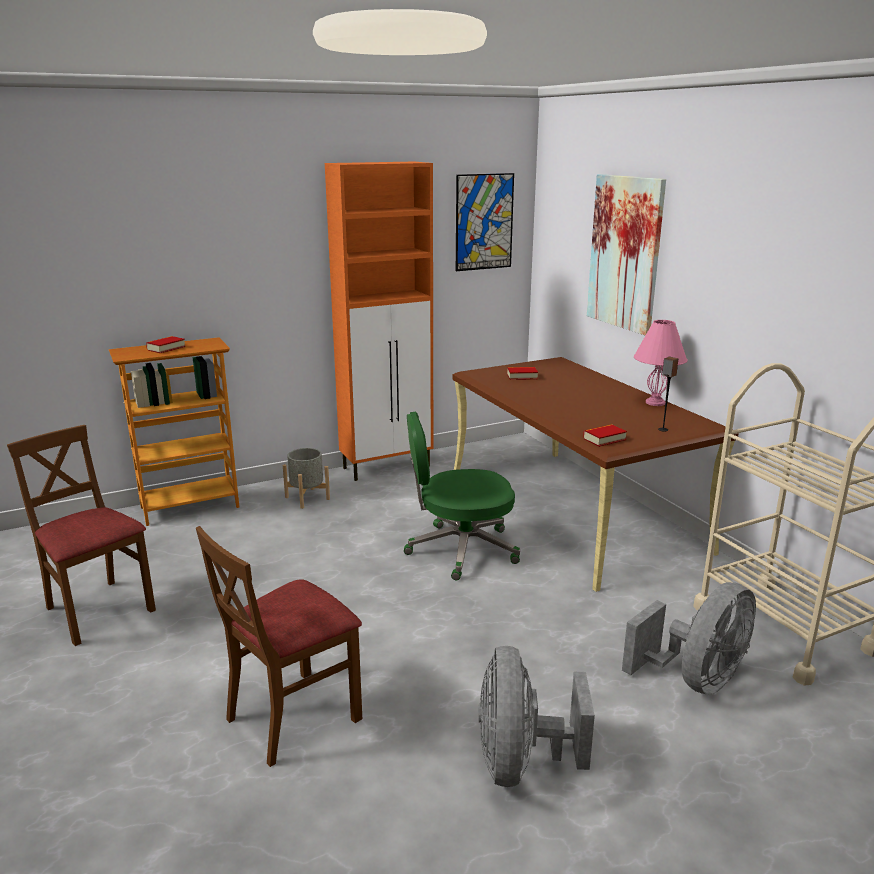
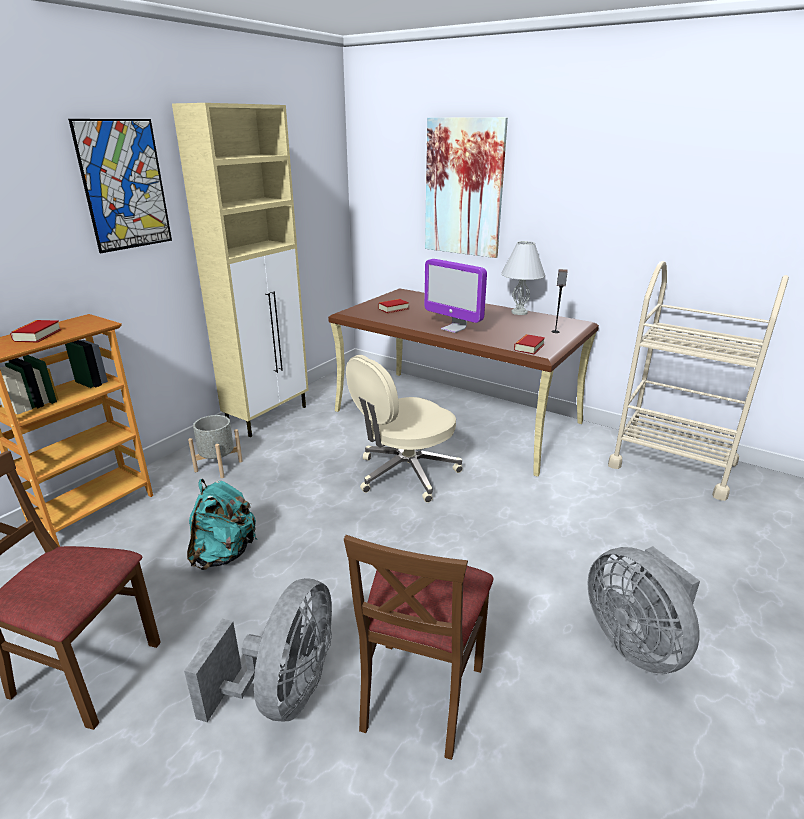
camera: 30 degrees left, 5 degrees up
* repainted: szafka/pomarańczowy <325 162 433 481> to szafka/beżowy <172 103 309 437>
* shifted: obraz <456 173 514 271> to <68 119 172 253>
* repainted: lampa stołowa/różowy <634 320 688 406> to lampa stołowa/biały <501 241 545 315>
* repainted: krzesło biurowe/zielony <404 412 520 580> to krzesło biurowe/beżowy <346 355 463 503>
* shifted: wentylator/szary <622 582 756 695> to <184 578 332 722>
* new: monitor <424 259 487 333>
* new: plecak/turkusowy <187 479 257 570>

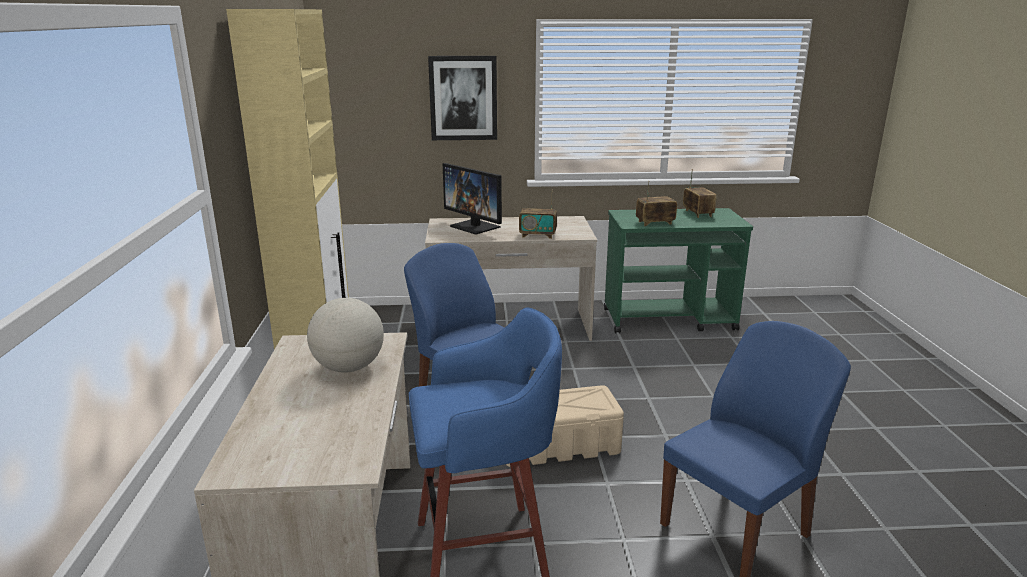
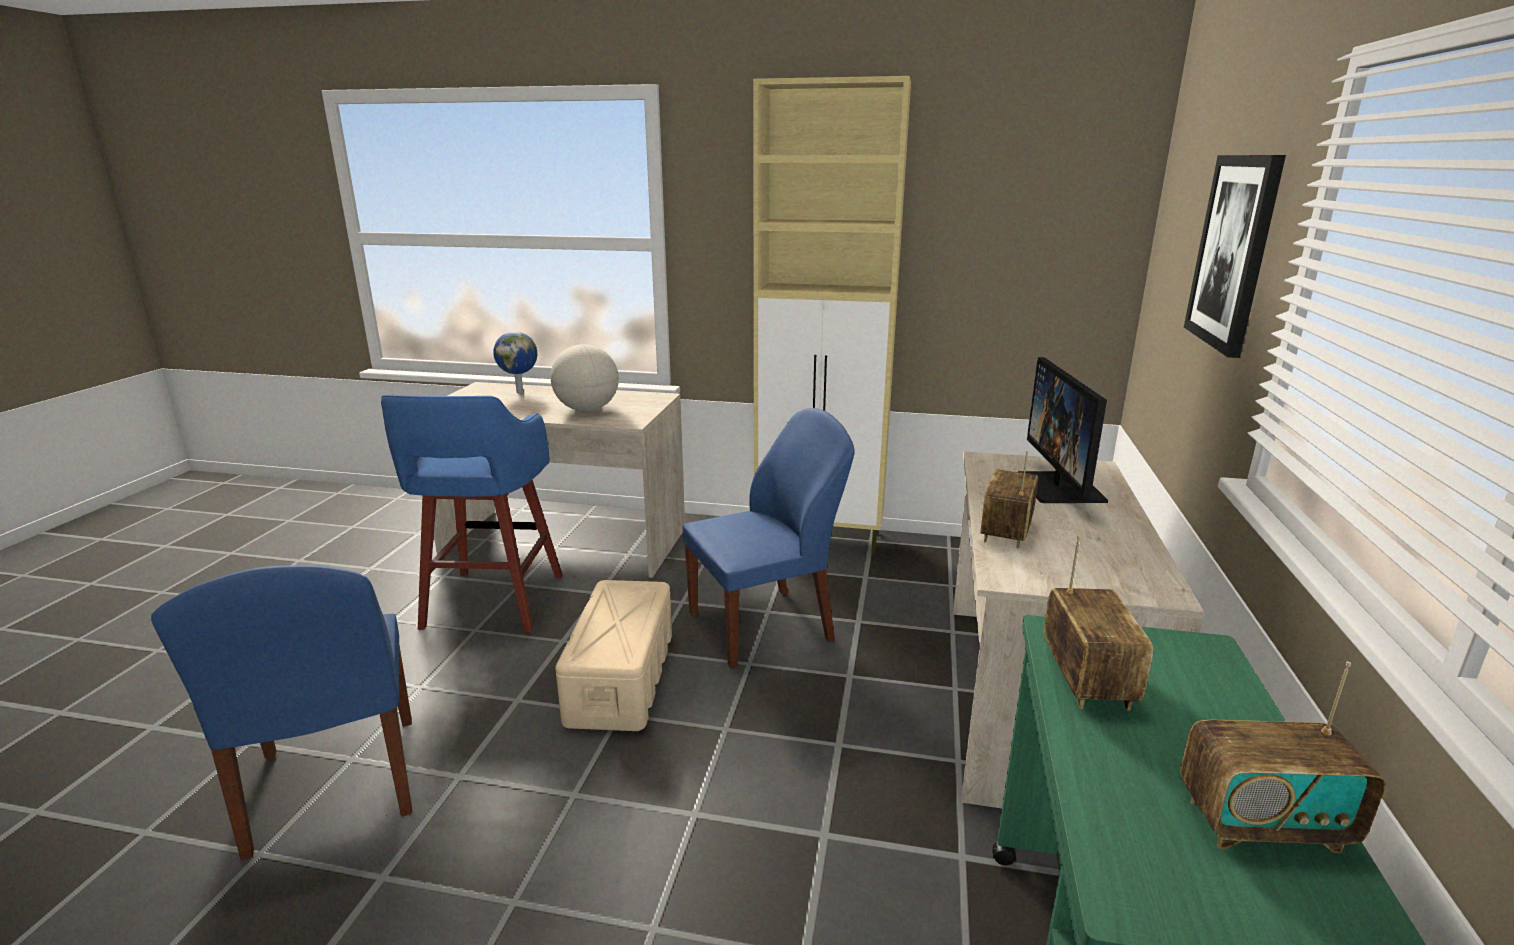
camera: 105 degrees right, 0 degrees up
* rotated: monitor <443 163 502 234> = <1018 357 1108 503> 60 degrees counterclockwise
* new: globus <493 331 537 394>

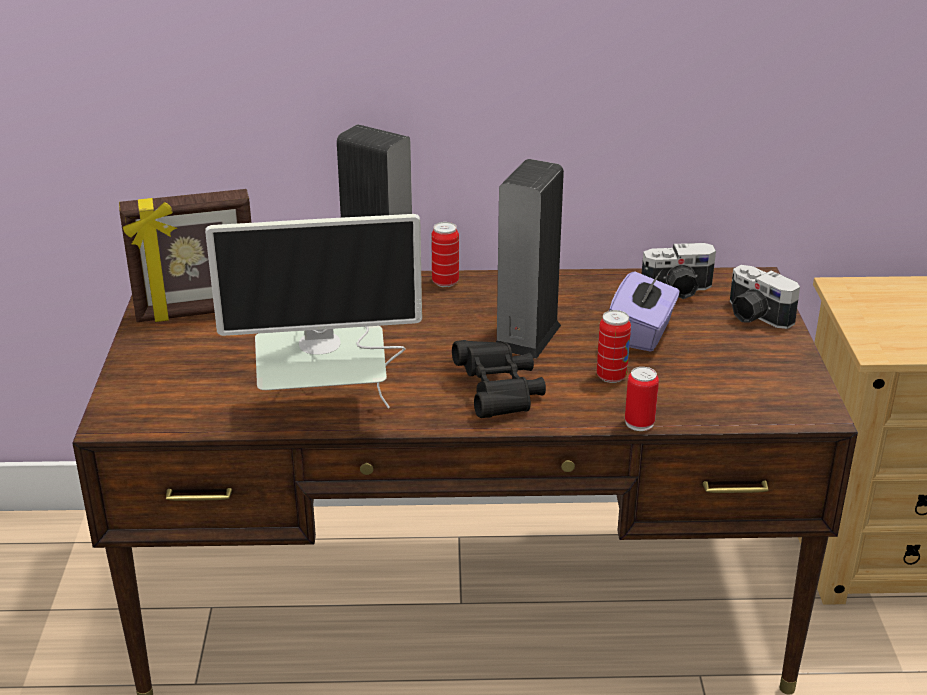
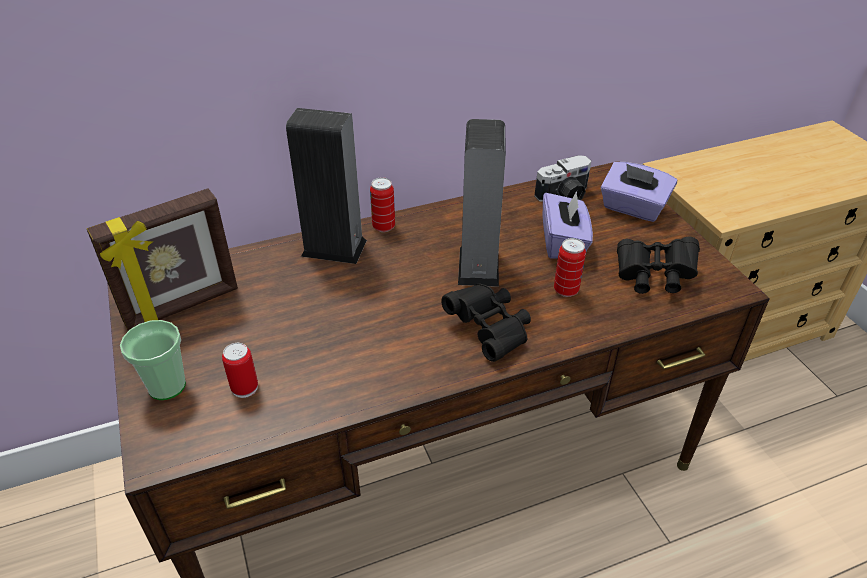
camera: 20 degrees left, 10 degrees up
* gone: monitor <205 214 422 409>
* swapped: aparat fotograficzny <730 265 800 329> to pudełko chusteczek/fioletowy <600 162 677 222>
* shifted: puszka <625 367 659 431> to <222 343 258 398>
* new: lornetka/czarny <617 236 700 294>
* new: filiżanka <120 320 186 400>

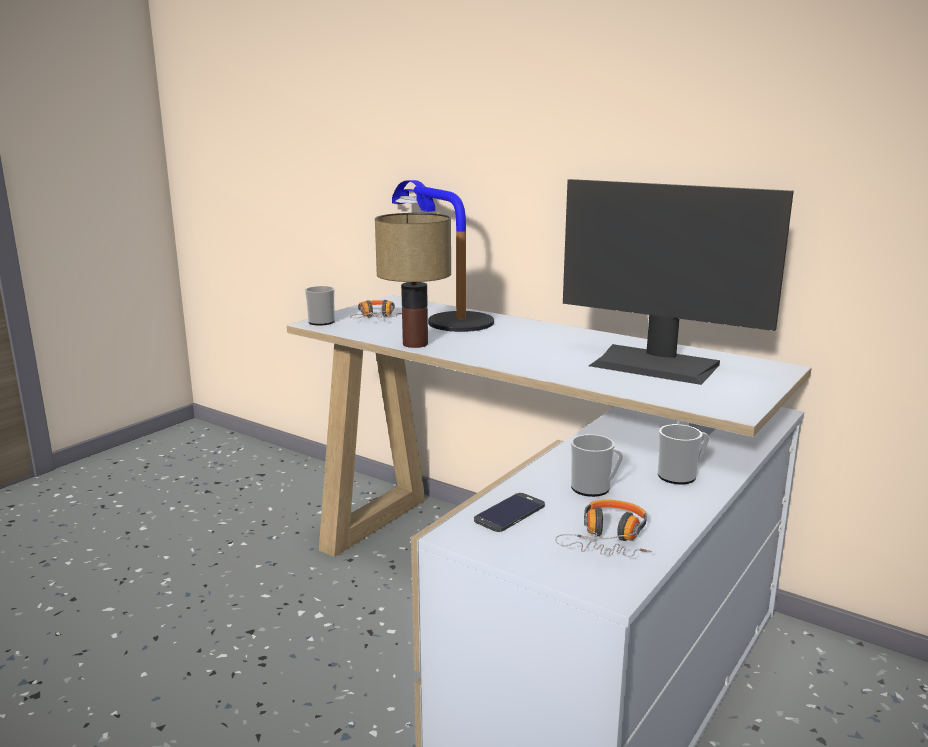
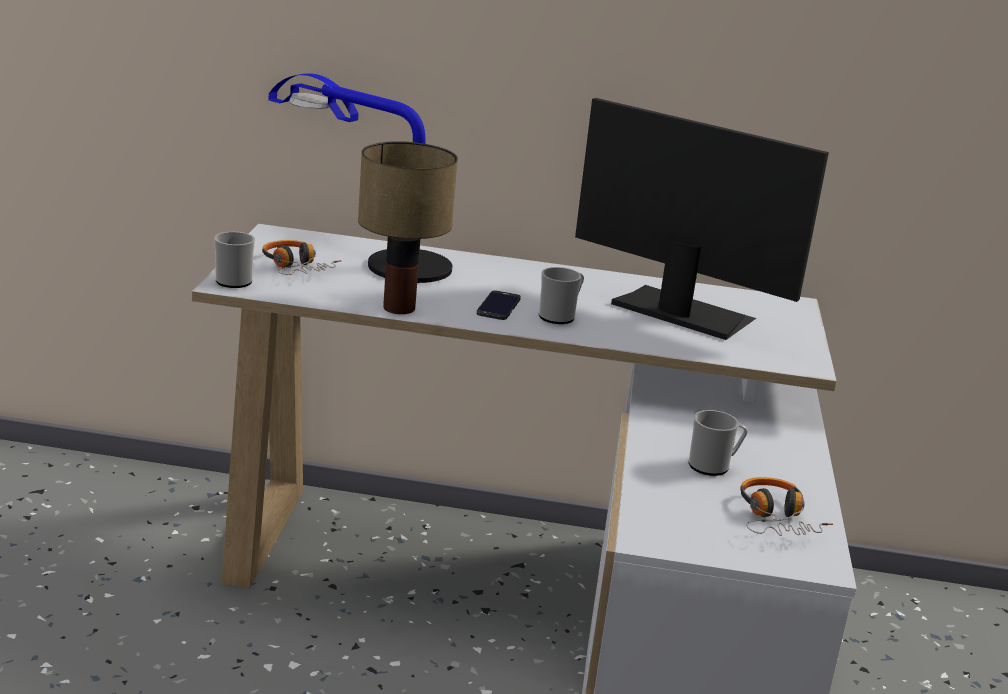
camera: 30 degrees left, 5 degrees up
* rotated: monitor <563 179 794 385> = <575 98 829 340> 150 degrees counterclockwise
* shifted: kubek <658 424 709 484> to <539 267 584 324>
* shifted: telefon <474 493 545 532> to <476 291 521 320>

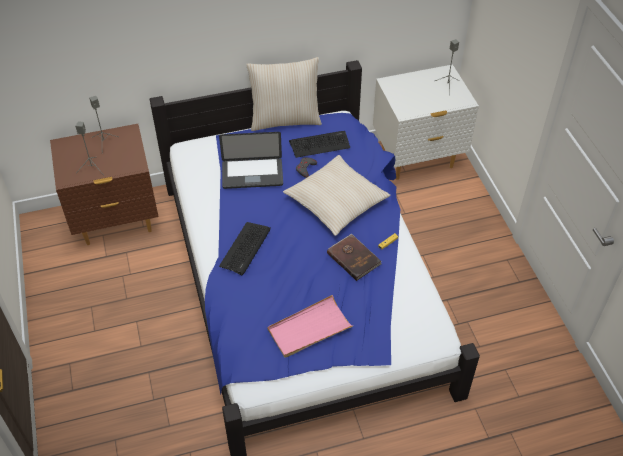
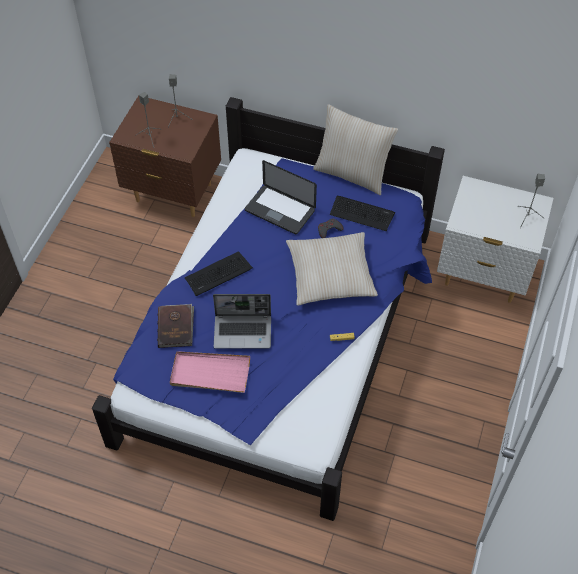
camera: 35 degrees right, 5 degrees up
* shifted: książka/brązowy <327 234 382 281> to <157 304 194 348>
* new: laptop <213 294 271 349>

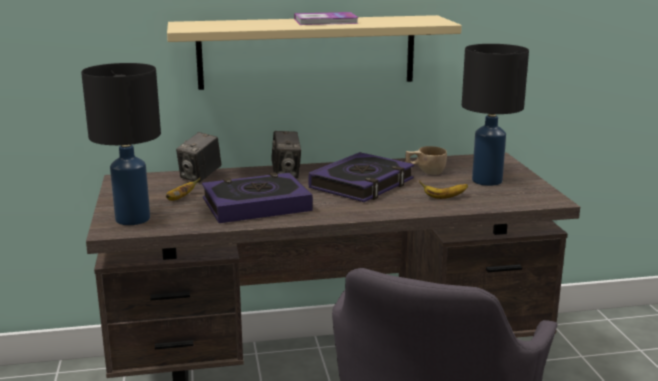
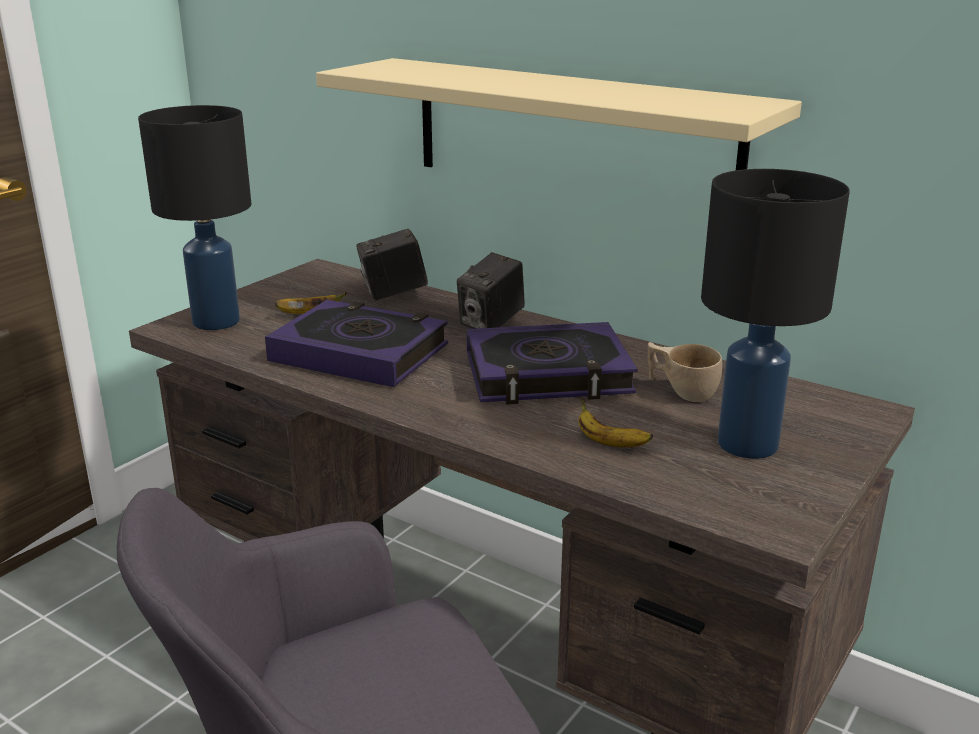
camera: 45 degrees right, 5 degrees up
* gone: książka <294 12 359 25>

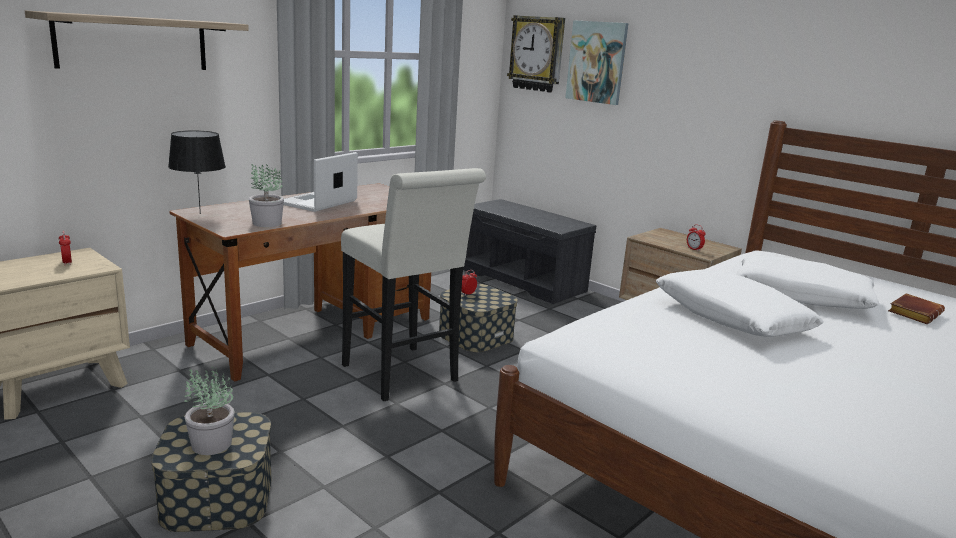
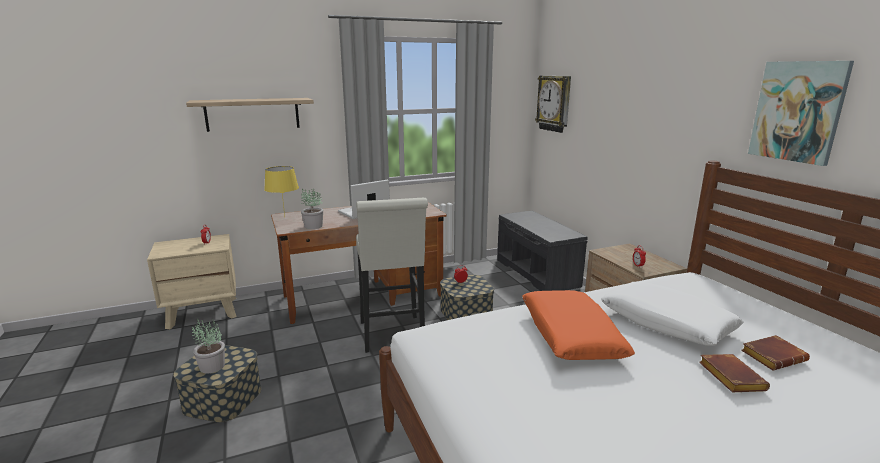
camera: 25 degrees right, 0 degrees up
* shifted: obraz <565 20 629 105> to <748 61 854 166>
* repainted: lampa stołowa/czarny <168 131 226 214> to lampa stołowa/żółty <264 166 299 216>
* repainted: poduszka/biały <656 269 824 337> to poduszka/pomarańczowy <522 290 635 360>
* new: książka/brązowy <699 354 770 392>

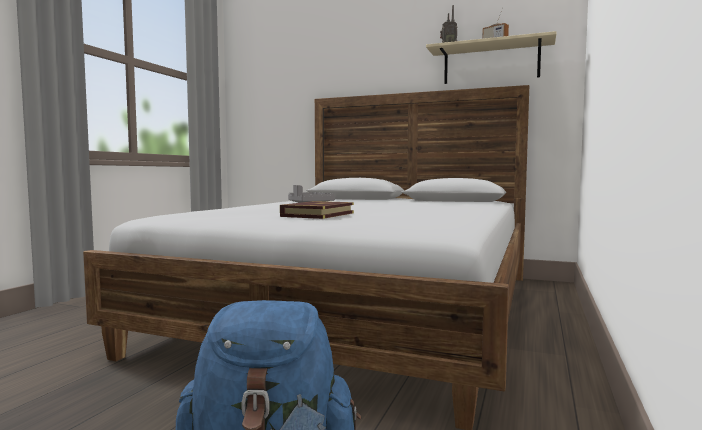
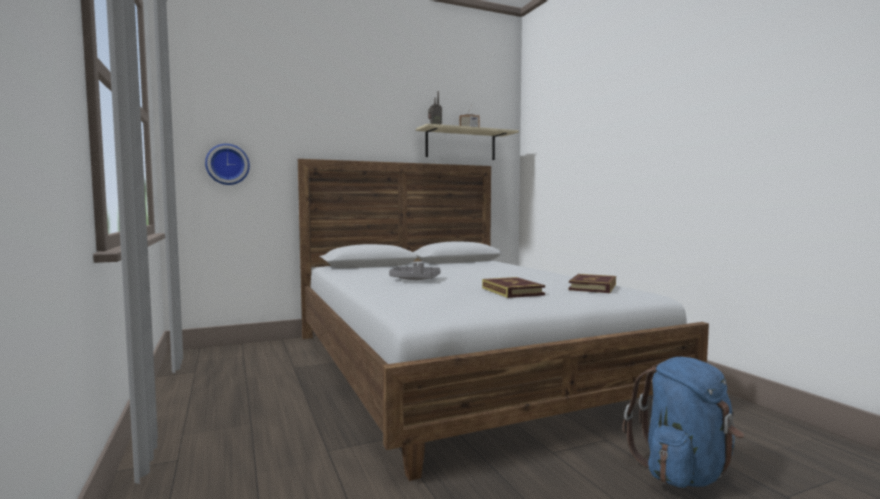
camera: 45 degrees left, 0 degrees up
* new: zegar ścienny <205 144 250 185>
* new: książka <569 274 616 293>

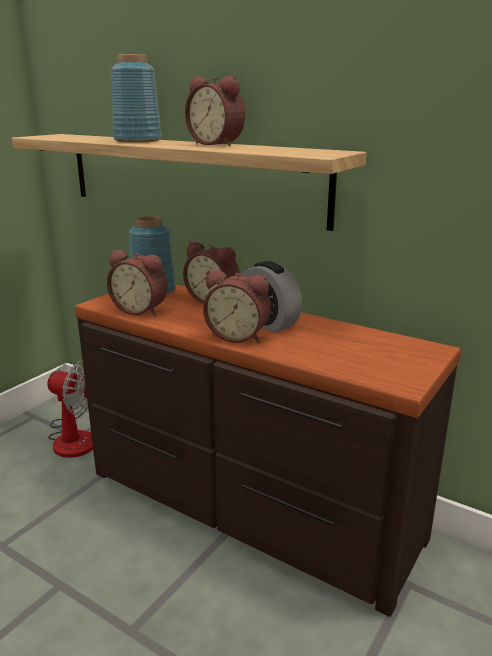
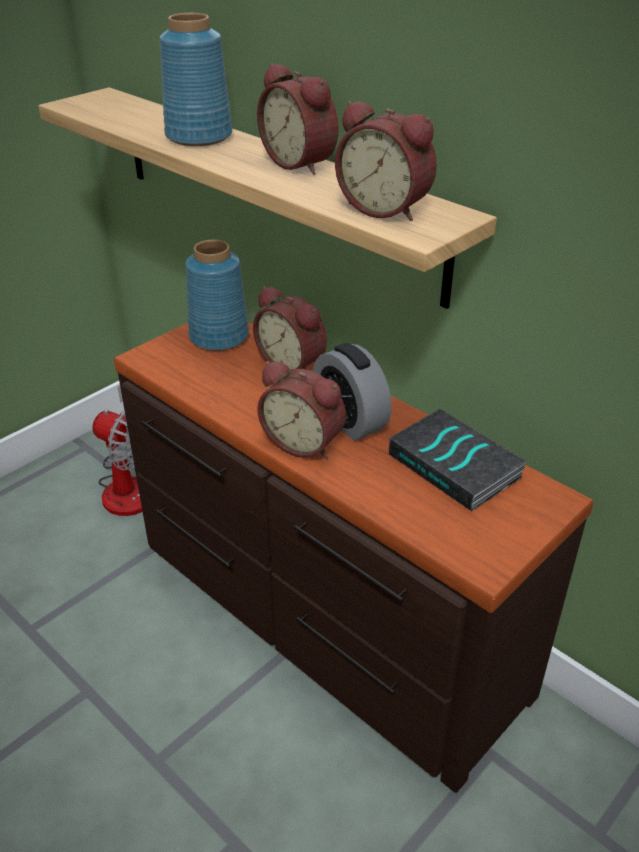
camera: 10 degrees right, 15 degrees up
* shifted: budzik <107 250 168 316> to <335 101 437 221>
* new: książka <389 409 527 511>

